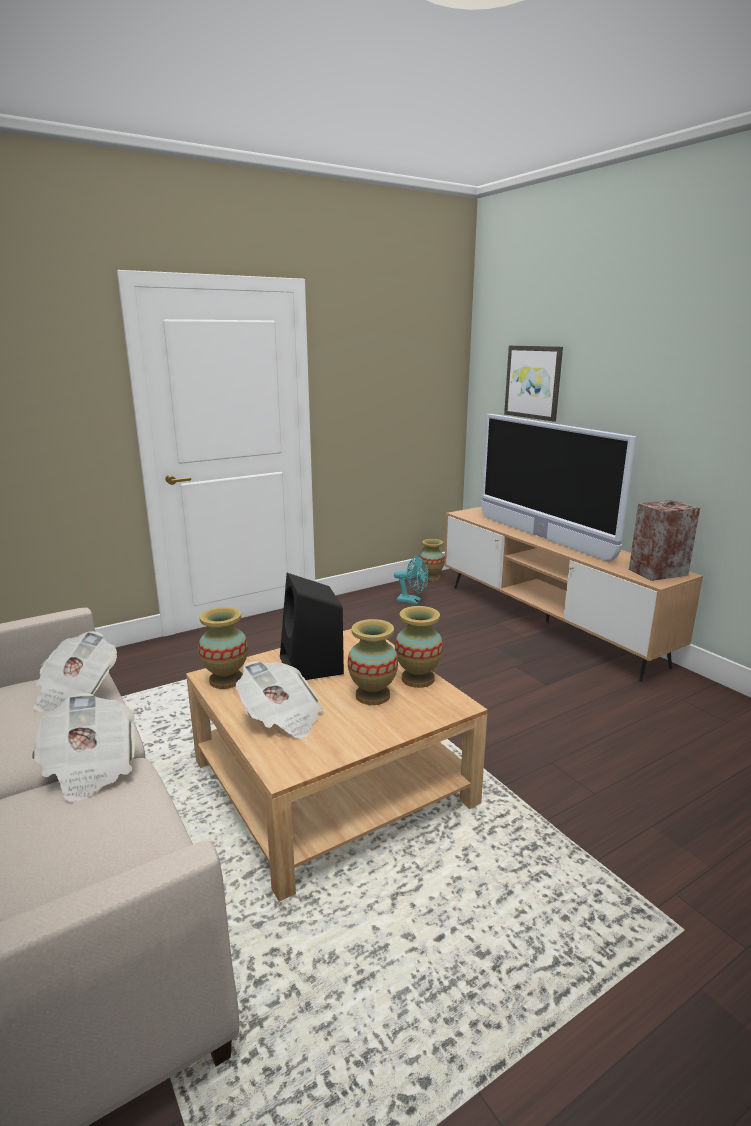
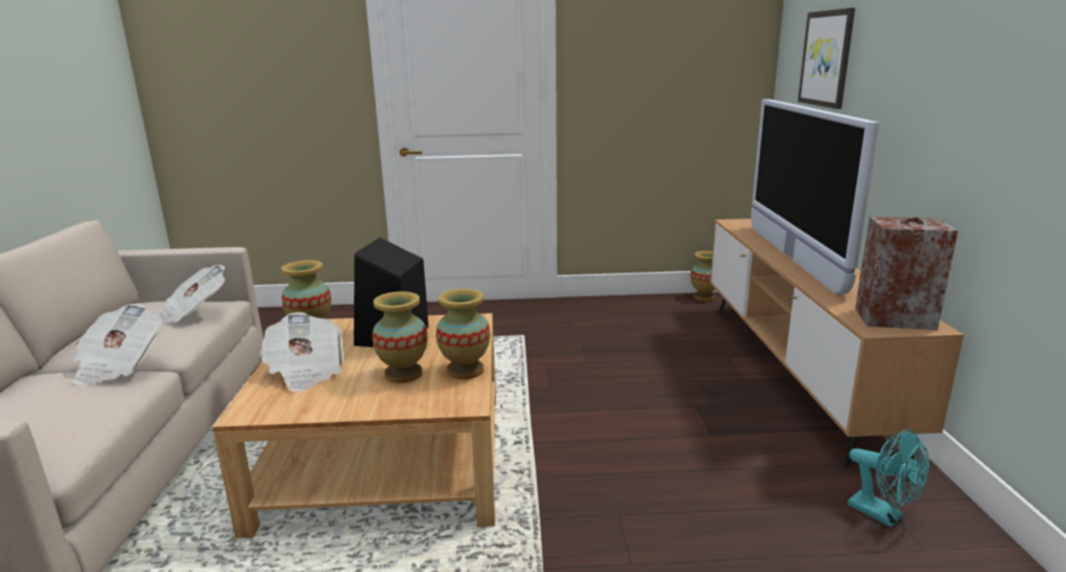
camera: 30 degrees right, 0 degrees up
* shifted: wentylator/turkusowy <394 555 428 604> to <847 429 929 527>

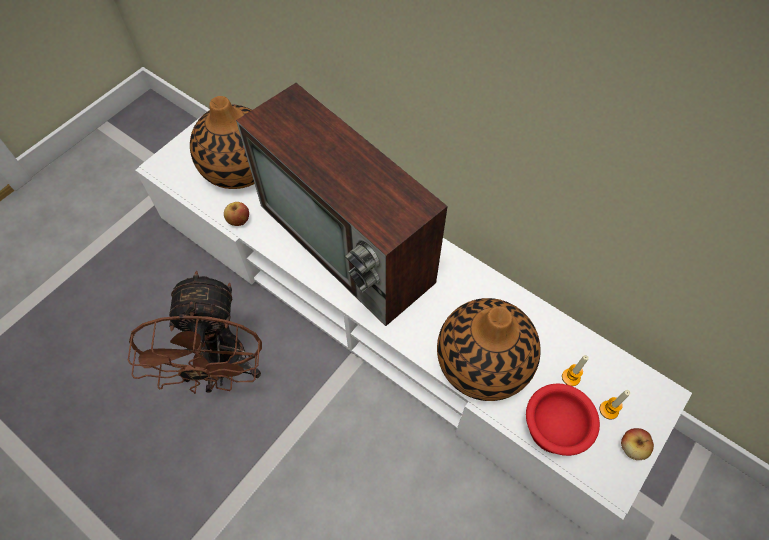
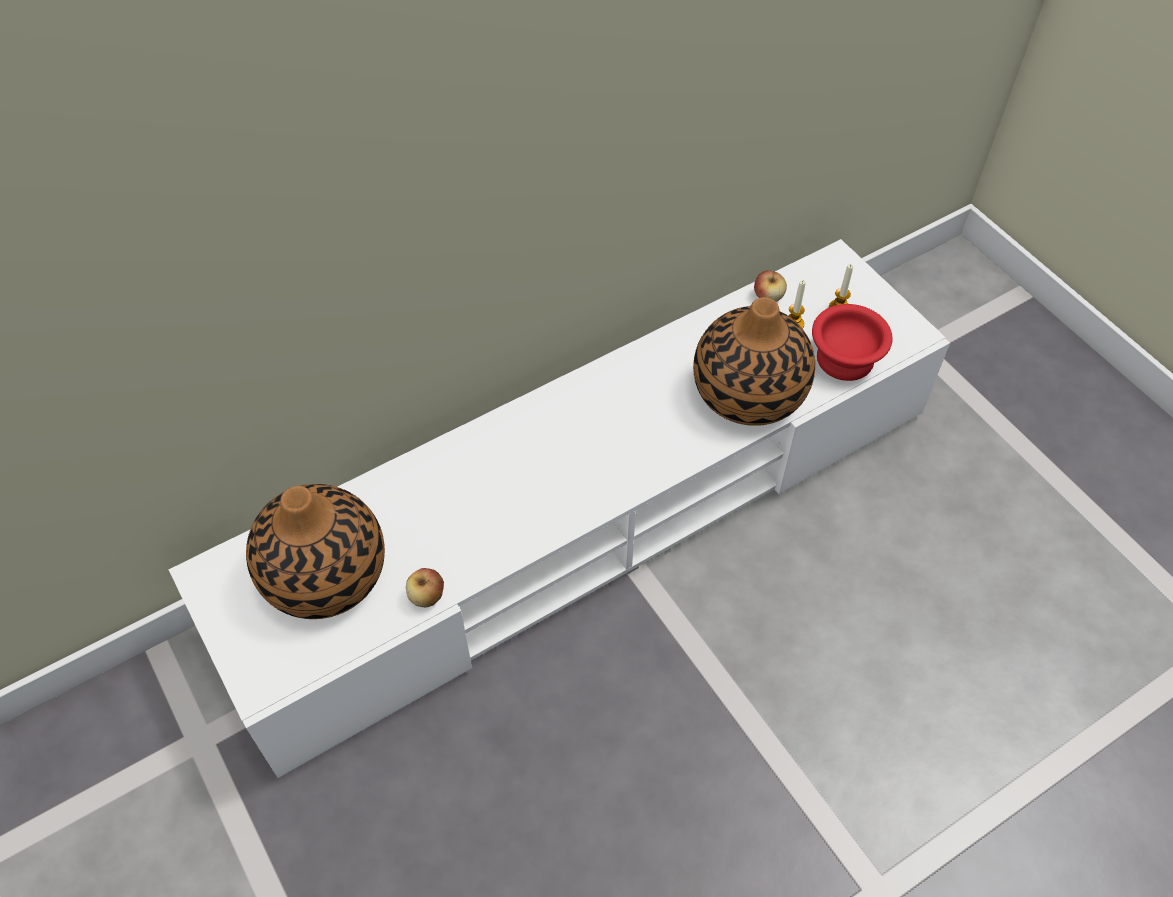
camera: 70 degrees left, 5 degrees down
* gone: telewizor <236 83 448 326>
* gone: wentylator/brązowy <128 271 262 394>
* shifted: jabłko <621 428 654 460> to <754 270 787 302>

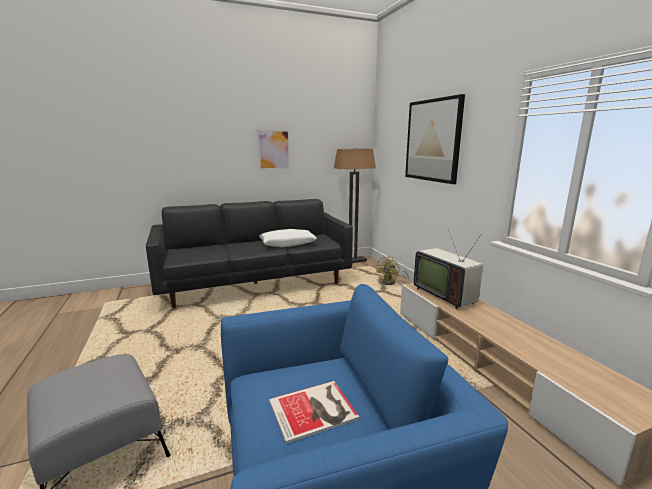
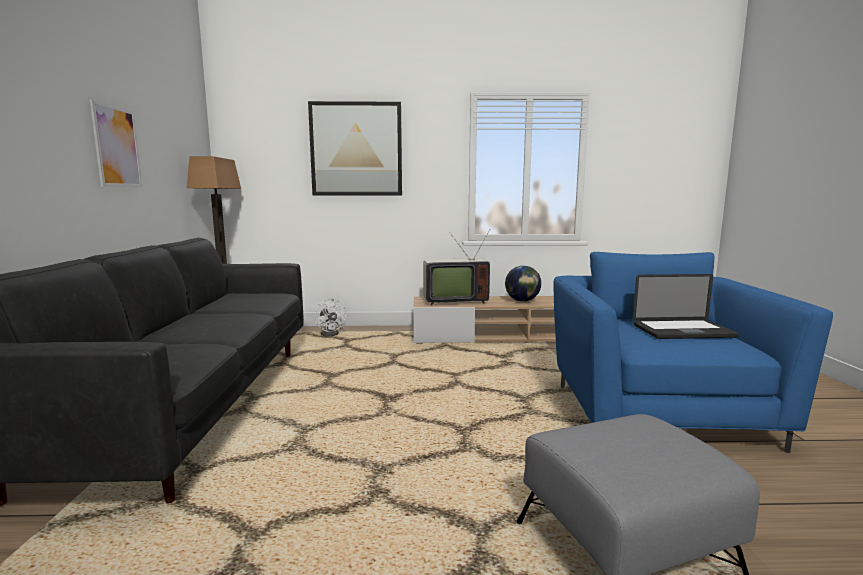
camera: 70 degrees left, 5 degrees down
* gone: poduszka/biały <259 229 317 247>
* repainted: wentylator/żółty <376 256 409 285> to wentylator/biały <315 298 346 336>
* swapped: książka <269 381 359 444> to laptop <633 274 739 339>
* new: globus <505 266 541 302>

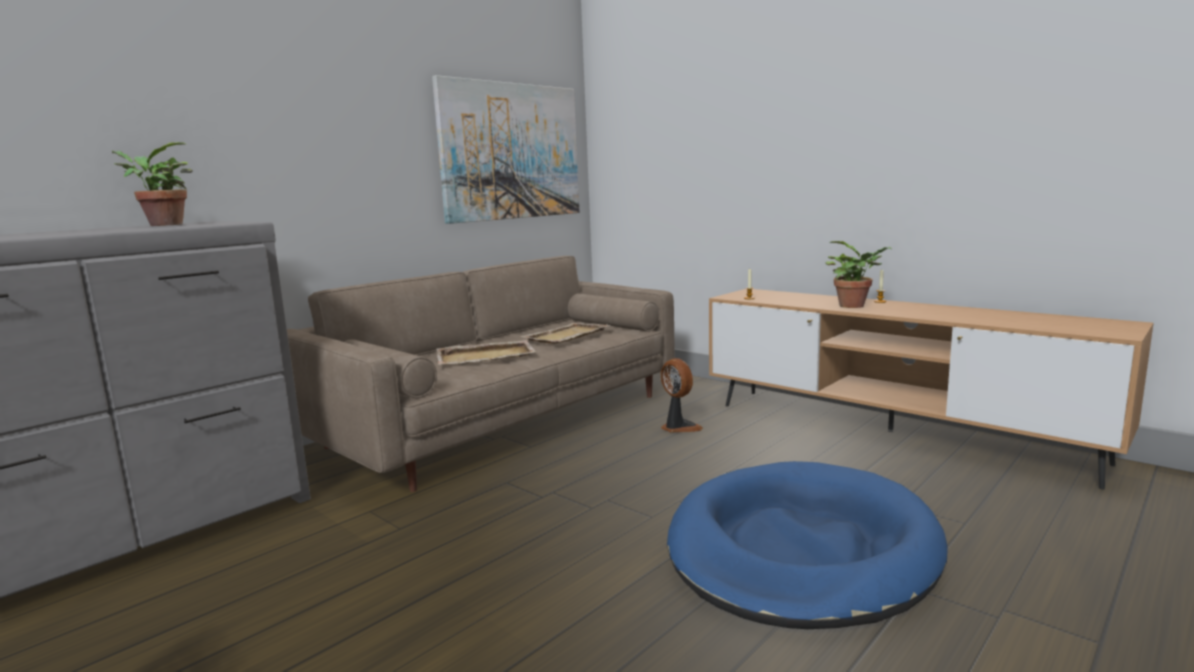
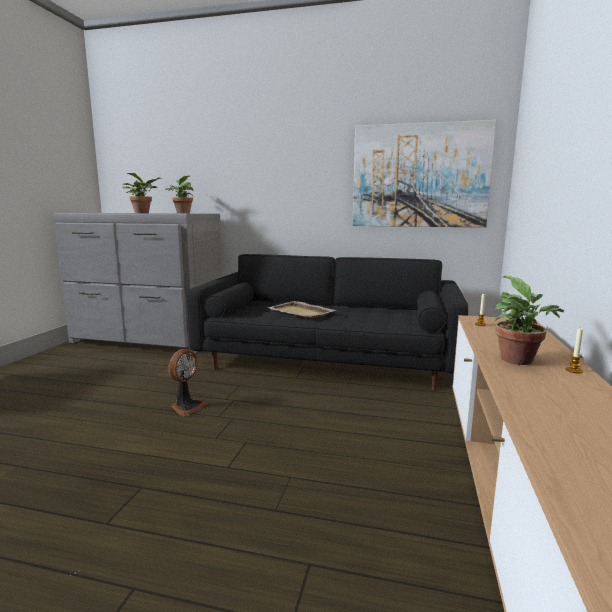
camera: 60 degrees right, 0 degrees up
* repainted: kanapa/beżowy <287 256 675 492> to kanapa/czarny <187 254 468 391>
* gone: taca/beżowy <520 323 611 344>
* shifted: wentylator <661 358 703 433> to <168 349 207 416>
* gone: legowisko/niebieski <667 461 947 629>
* new: roślina doniczkowa <122 173 162 213>

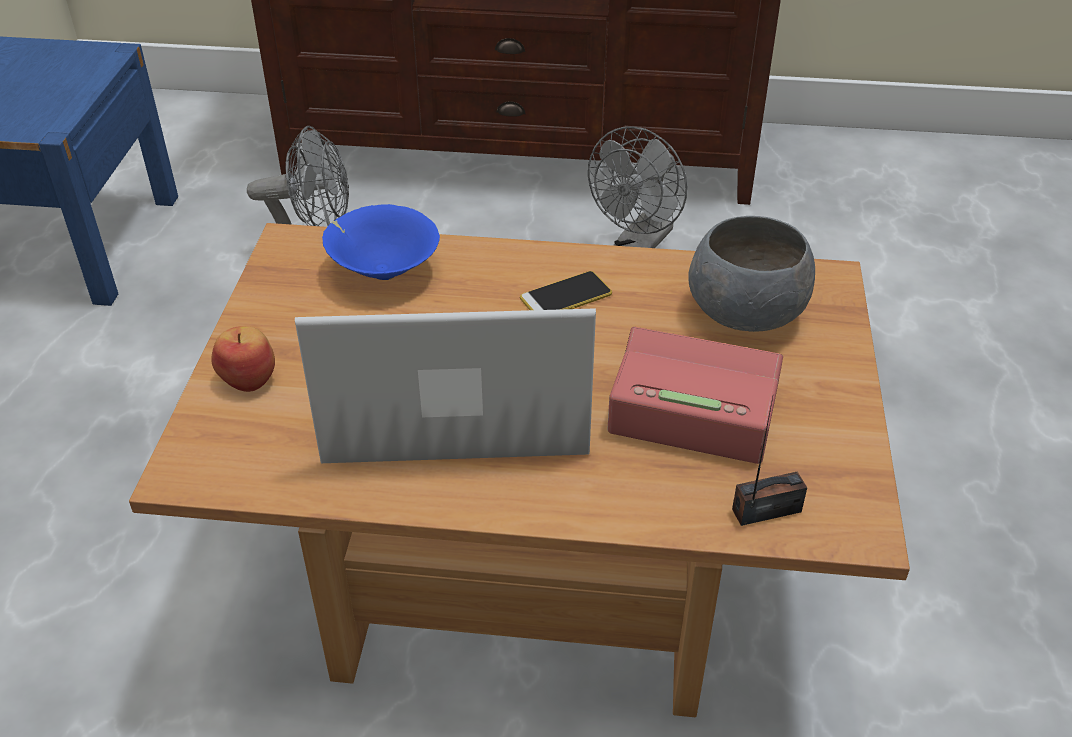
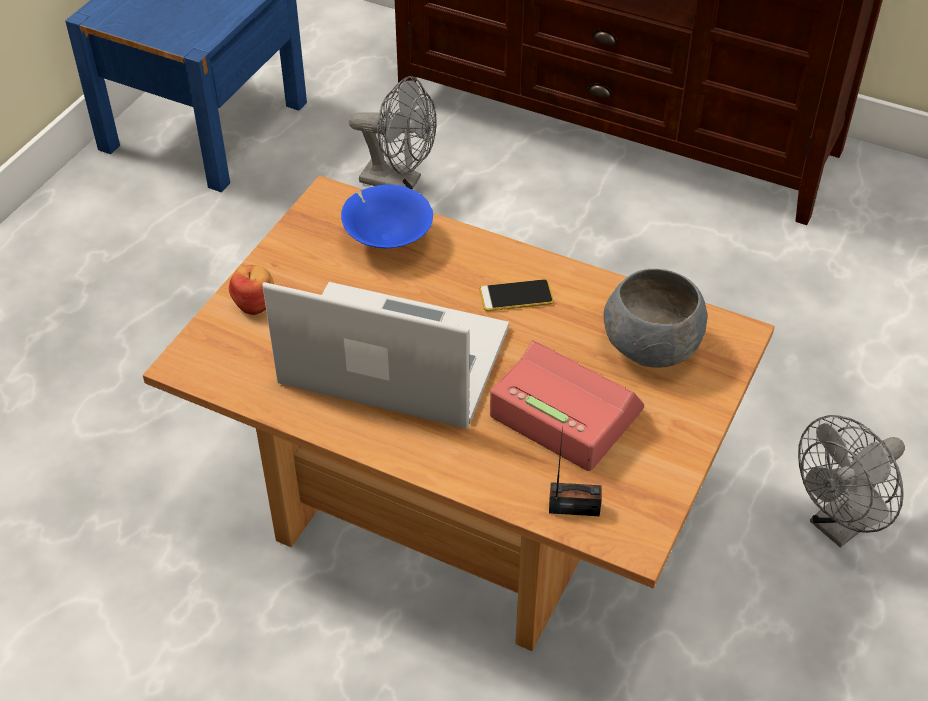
camera: 20 degrees right, 5 degrees up
* shifted: wentylator/szary <588 126 688 248> to <798 415 905 548>

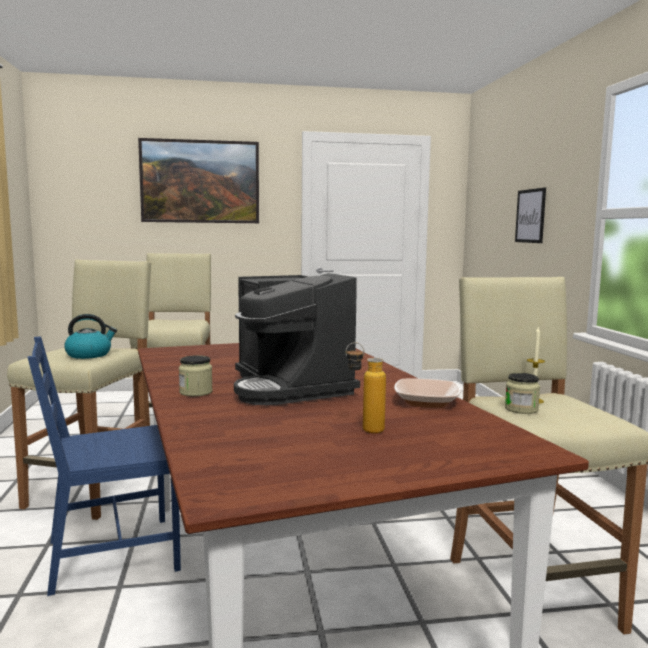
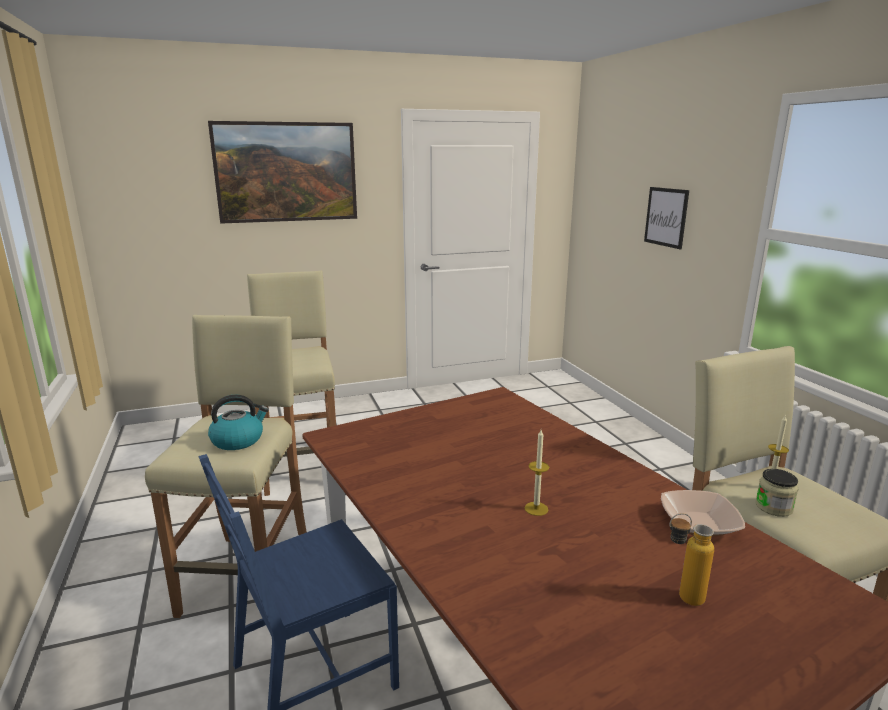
camera: 10 degrees left, 10 degrees up
* swapped: ekspres do kawy <234 273 360 405> to świeca <525 430 549 516>
* gone: słoik <179 355 213 396>

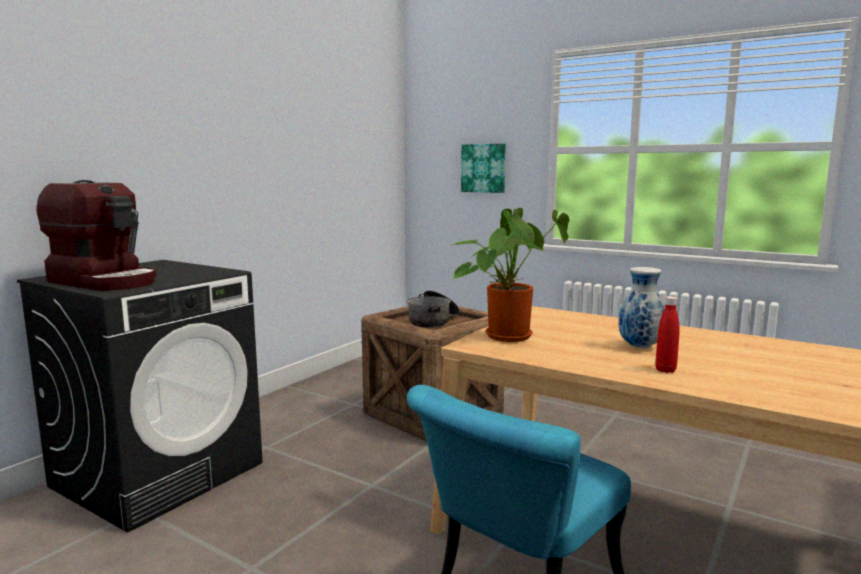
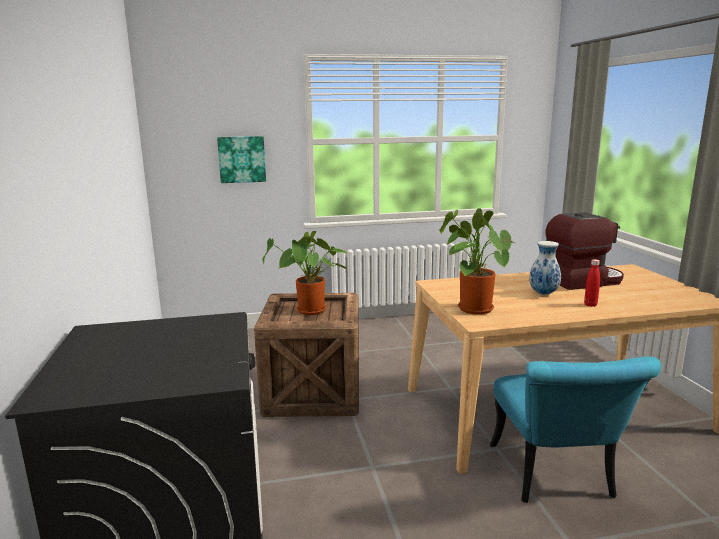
camera: 45 degrees left, 5 degrees up
* shifted: ekspres do kawy <36 180 157 291> to <545 212 624 290>
* swapped: garnek <407 290 460 327> to roślina doniczkowa <262 231 348 315>

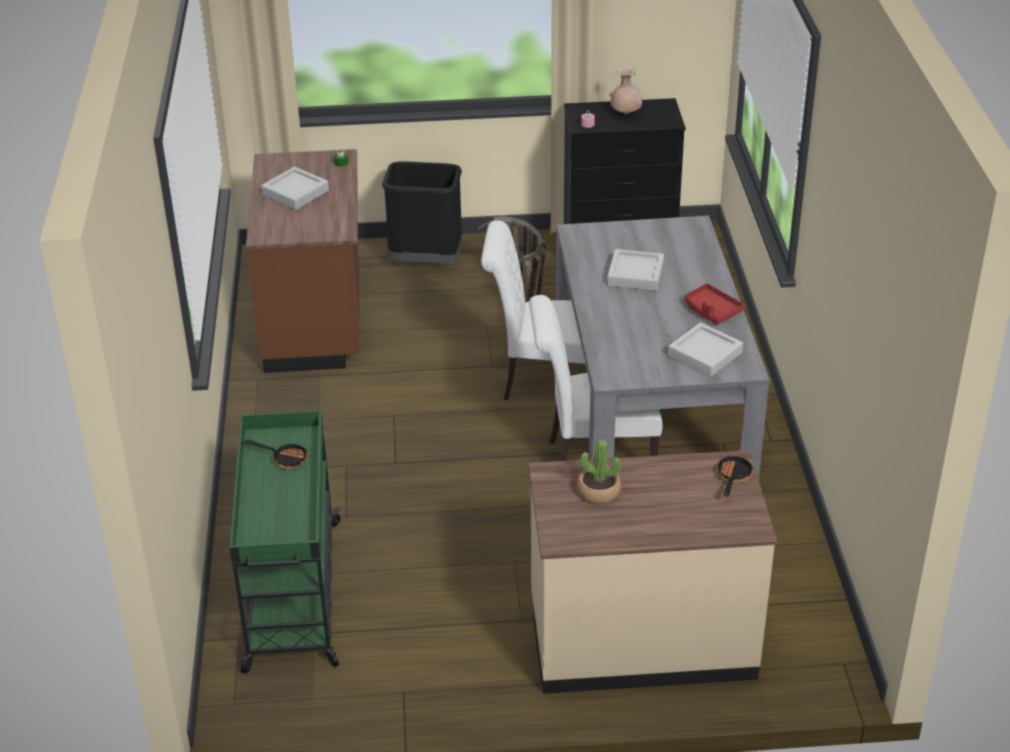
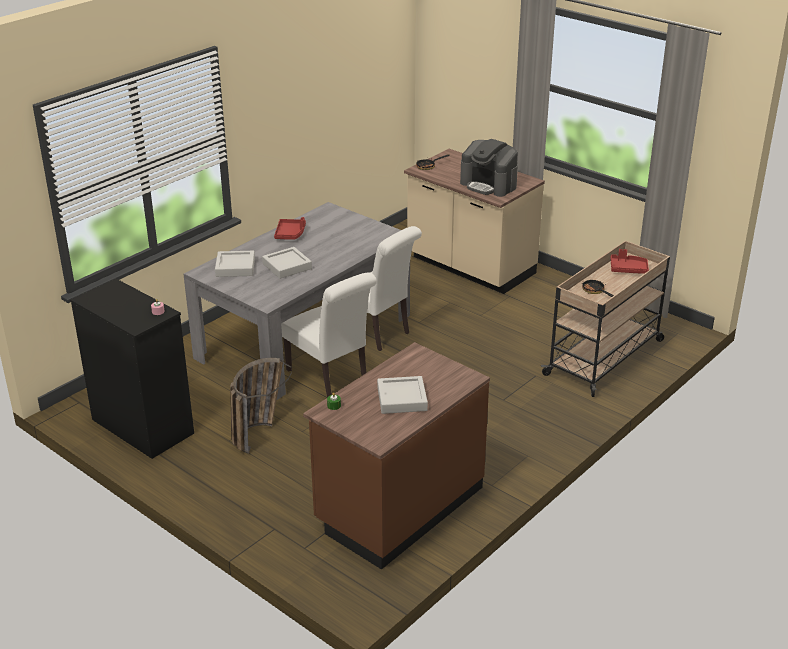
camera: 135 degrees left, 5 degrees down
* gone: wazon/beżowy <610 66 642 115>
* gone: kosz na śmieci/czarny <382 161 462 263>
* shifted: taca/szary <668 322 743 377> to <215 251 255 277>
* repainted: wózek/zielony <229 410 342 673> to wózek/beżowy <541 241 670 397>
* swapped: roślina doniczkowa <577 439 621 504> to ekspres do kawy <460 139 518 197>
* new: taca/czerwony <610 249 649 274>

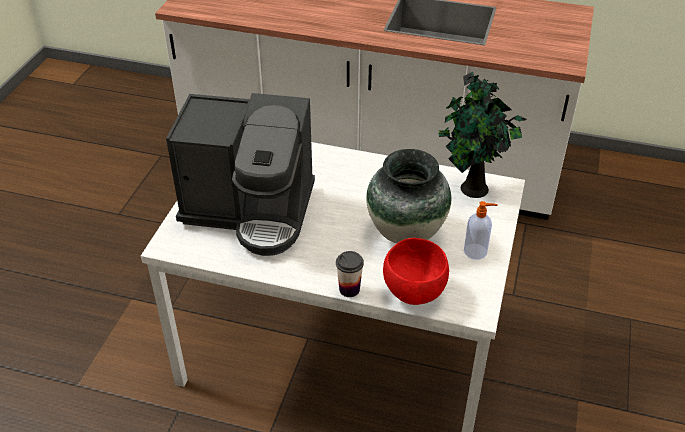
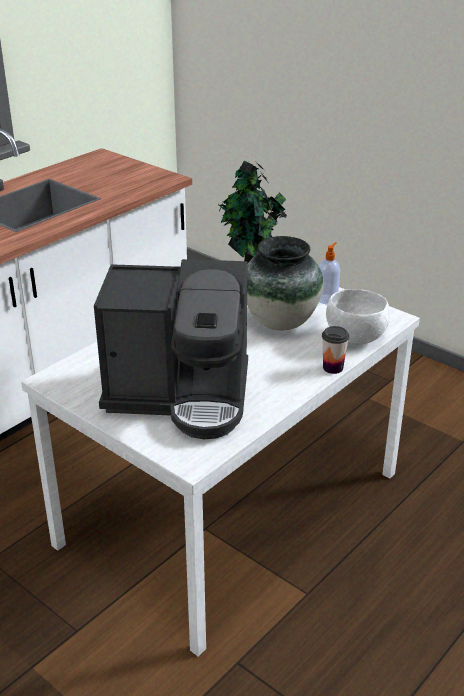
camera: 65 degrees left, 10 degrees down
* rotated: ekspres do kawy <166 93 315 256> = <94 259 248 439> 60 degrees clockwise
* repainted: miska/czerwony <383 238 449 305> to miska/biały <326 289 390 344>

